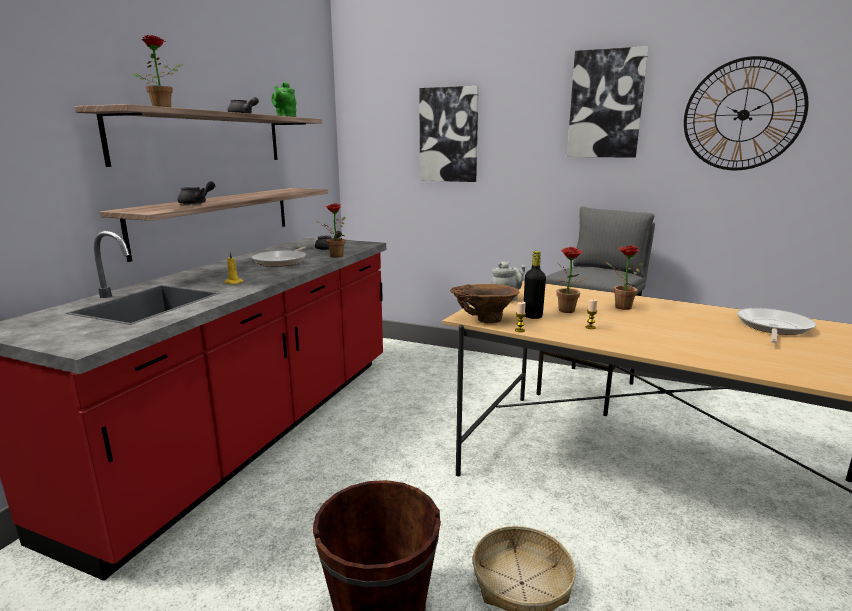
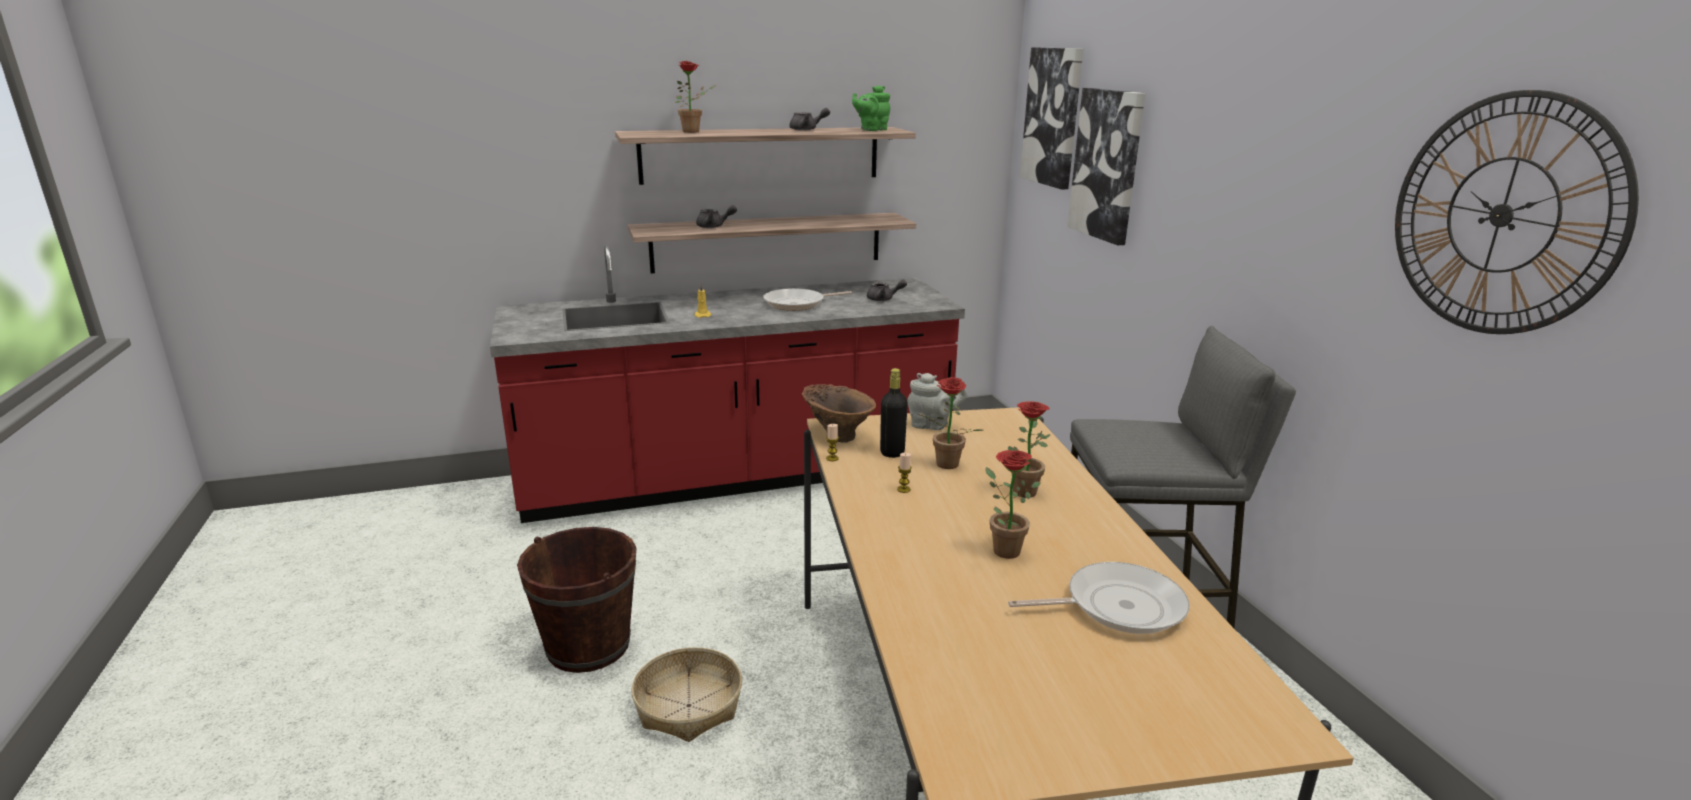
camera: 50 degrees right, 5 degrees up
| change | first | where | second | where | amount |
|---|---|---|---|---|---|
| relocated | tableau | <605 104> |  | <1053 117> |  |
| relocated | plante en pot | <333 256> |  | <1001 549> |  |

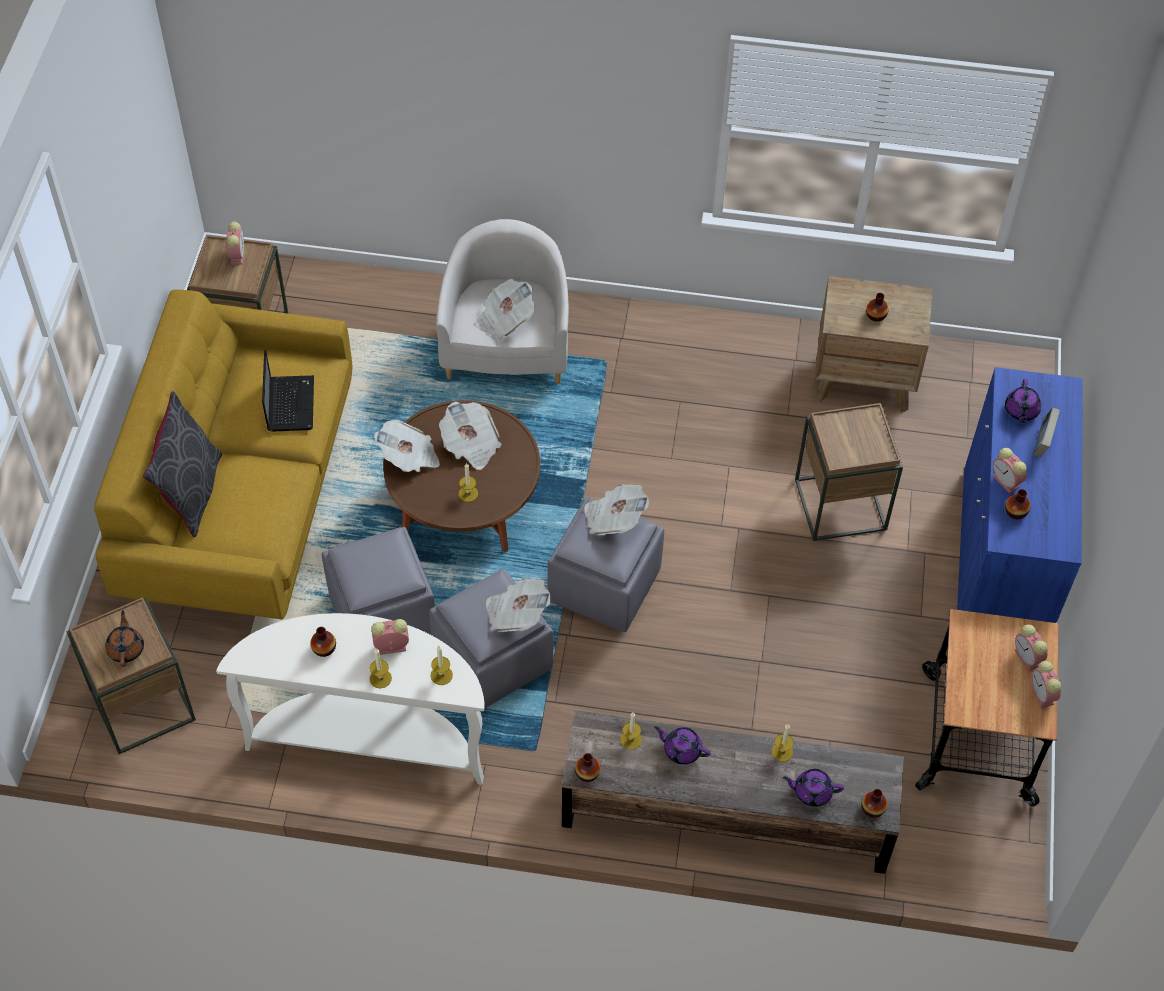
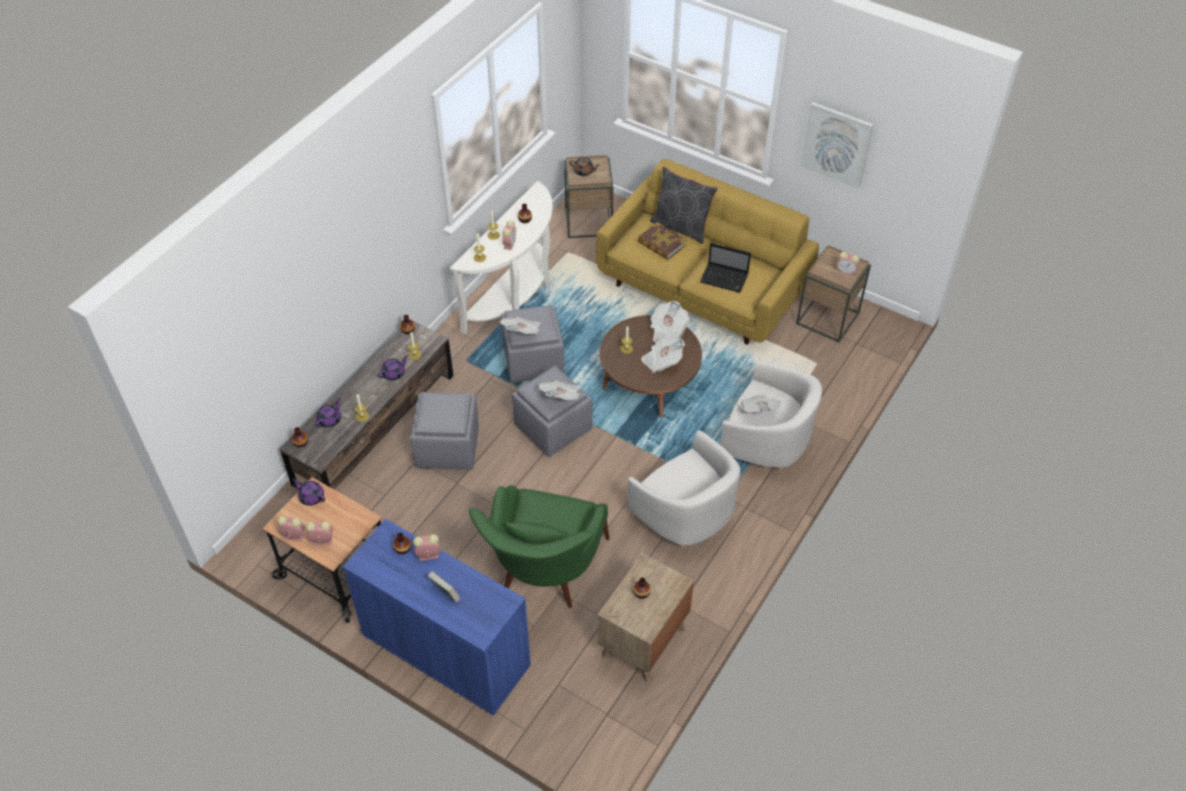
camera: 115 degrees right, 5 degrees down
| change | first | where | second | where | amount |
|---|---|---|---|---|---|
| relocated | théière (violet) | <1021 411> |  | <311 497> |  |
| exchanged | table d'appoint (marron) | <840 505> | fauteuil (vert) | <544 576> |  |
| relocated | pouf (gris) | <382 615> |  | <447 447> |  |
| appeared |  |  | tableau | <836 144> |  |
| appeared |  |  | livre | <661 244> |  |
| appeared |  |  | fauteuil (blanc) | <685 515> |  |

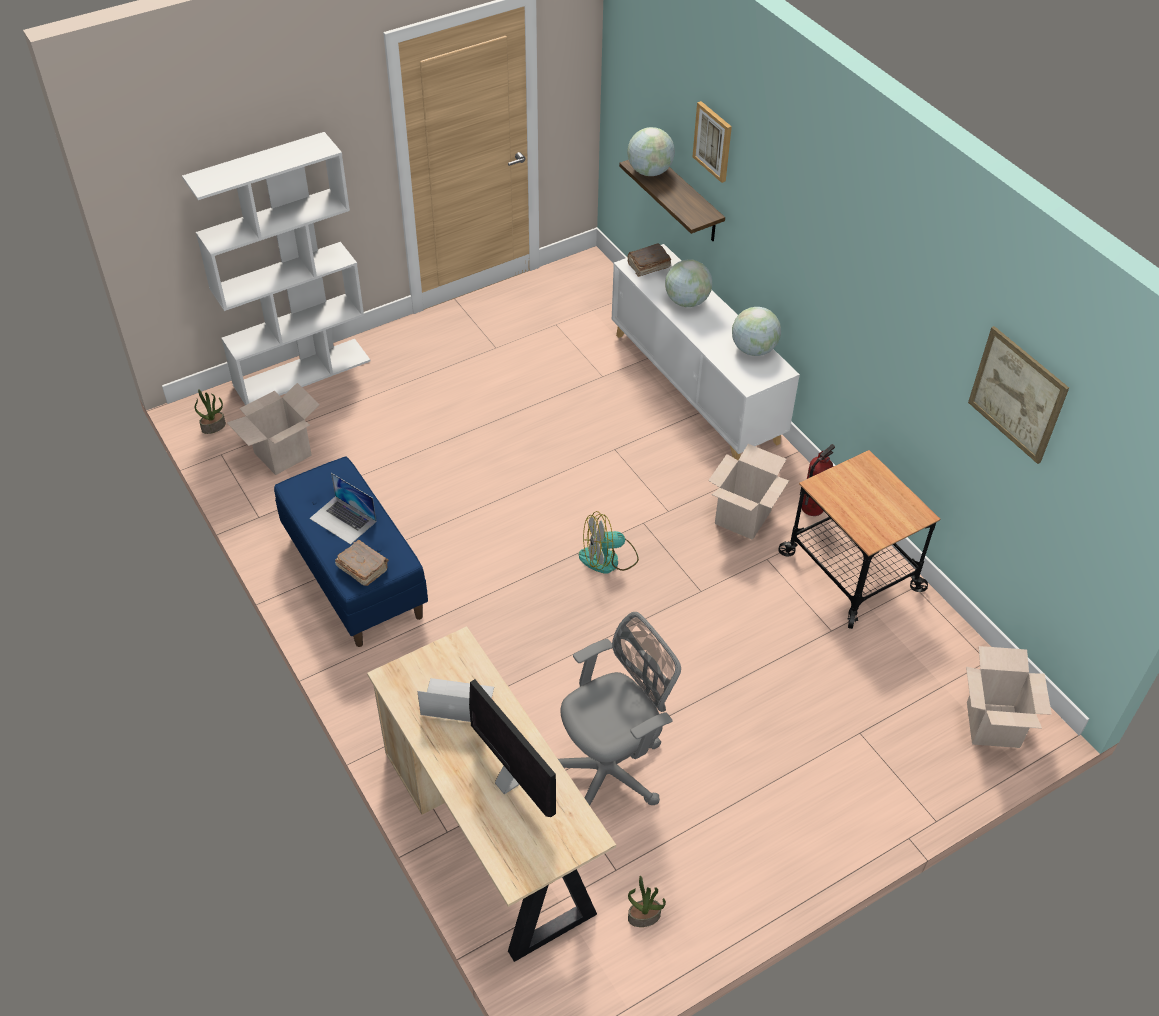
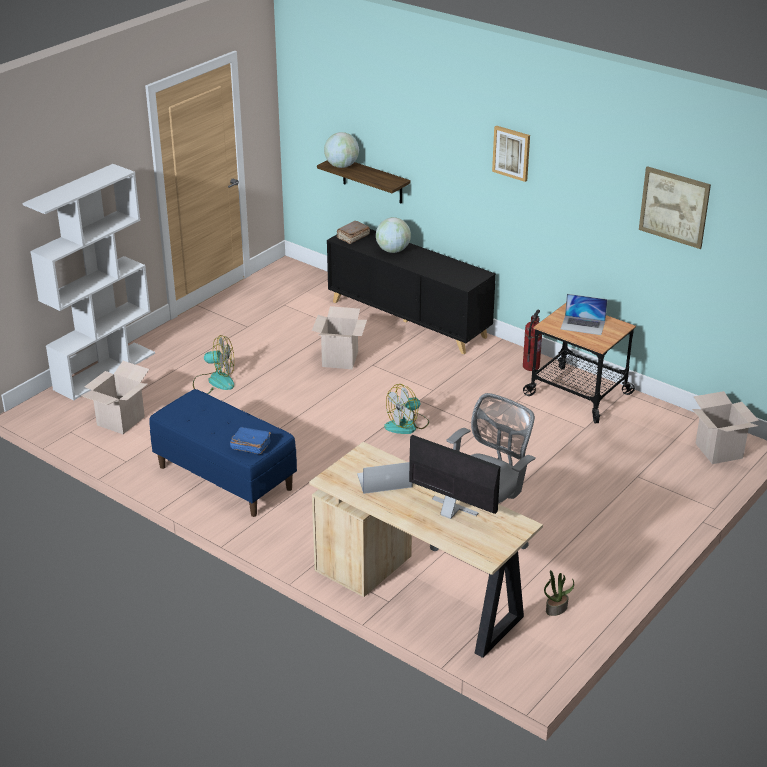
camera: 20 degrees left, 15 degrees down
| change | first | where | second | where | amount |
|---|---|---|---|---|---|
| relocated | tableau | <713 141> |  | <511 153> |  |
| colour | meuble de rangement (blanc) | <695 388> | meuble de rangement (noir) | <409 319> |  |
| missing | globe | <753 349> |  |  |  |
| missing | plante en pot | <213 426> |  |  |  |
| relocated | carton | <743 517> |  | <340 359> |  |
| relocated | ordinateur portable | <343 520> |  | <583 325> |  |
| colour | livre (marron) | <362 568> | livre (bleu) | <250 446> |  |
| appeared |  |  | ventilateur | <214 382> |  |

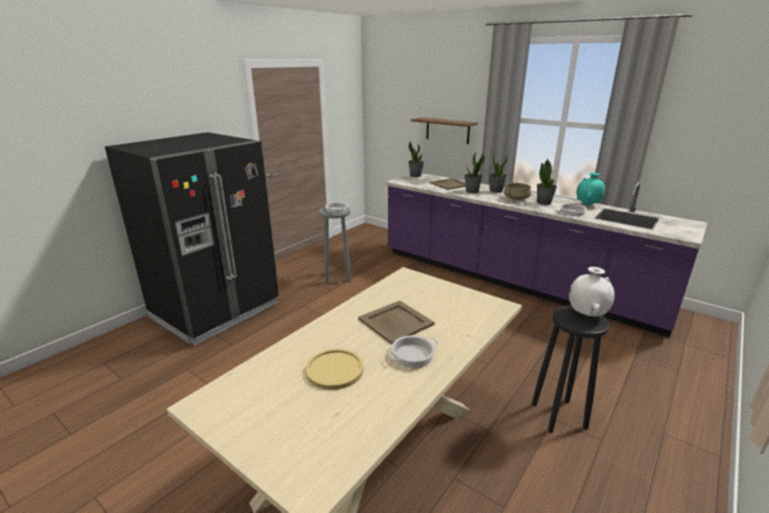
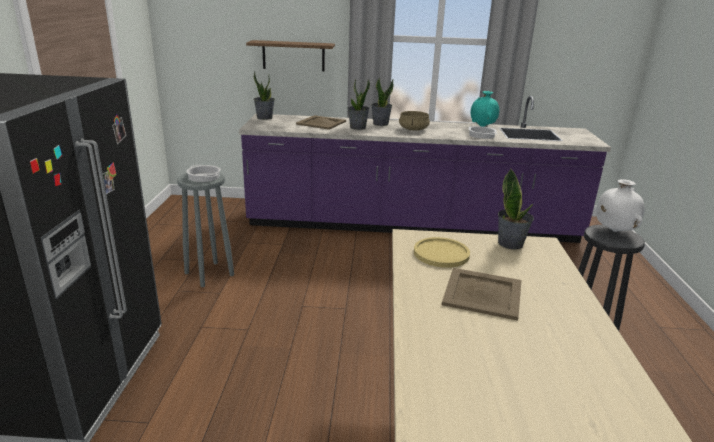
camera: 35 degrees left, 0 degrees up
| change | first | where | second | where | amount |
|---|---|---|---|---|---|
| relocated | plante en pot | <544 202> |  | <511 243> |  |
| missing | marmite | <412 356> |  |  |  |
| relocated | assiette (jaune) | <334 370> |  | <441 253> |  |

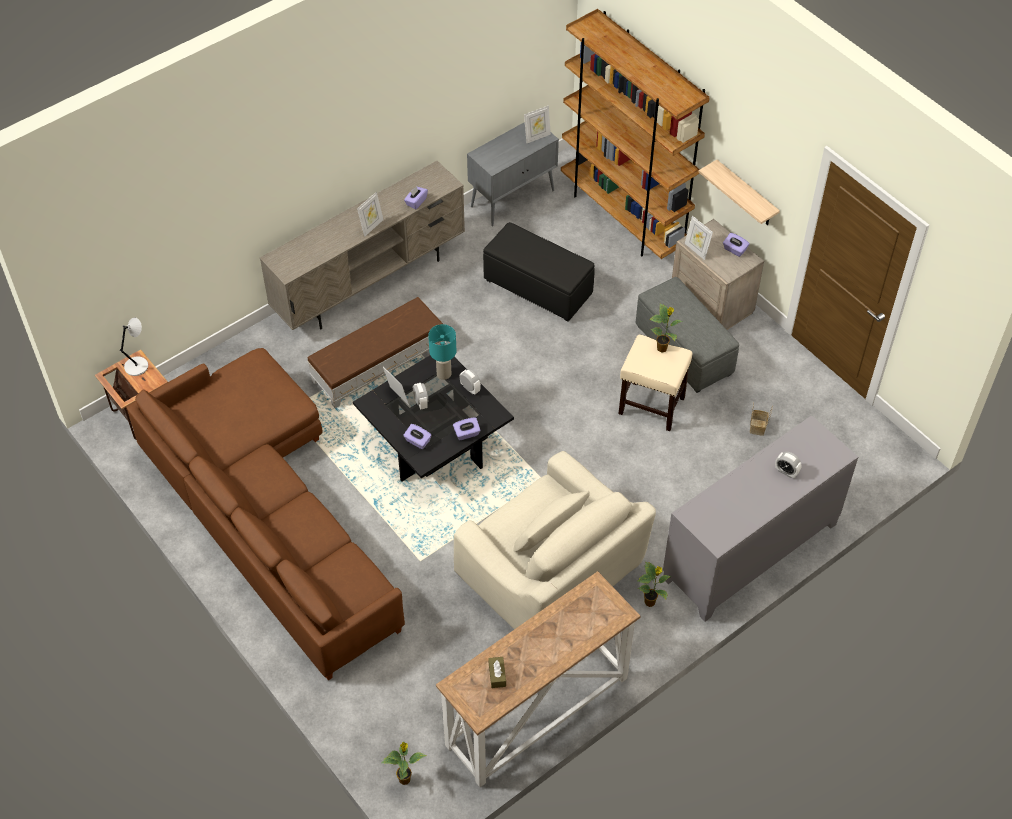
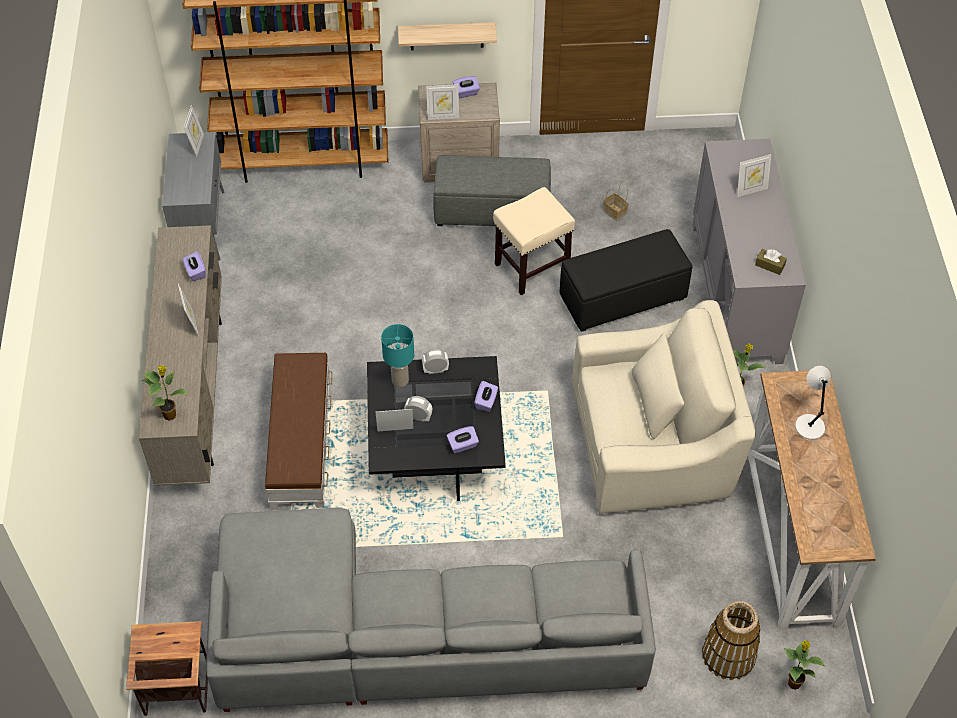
camera: 55 degrees left, 0 degrees up
| change | first | where | second | where | amount |
|---|---|---|---|---|---|
| relocated | pouf (noir) | <538 288> |  | <623 298> |  |
| relocated | plante en pot | <662 348> |  | <170 415> |  |
| relocated | lampe de table (gris) | <137 365> |  | <809 425> |  |
| colour | canapé (marron) | <268 515> | canapé (gris) | <406 637> |  |
| exchanged | réveil | <786 472> | cadre photo | <751 190> |  |
| relocated | boîte à mouchoirs (marron) | <497 675> |  | <770 265> |  |
| appeared |  |  | panier | <728 655> |  |

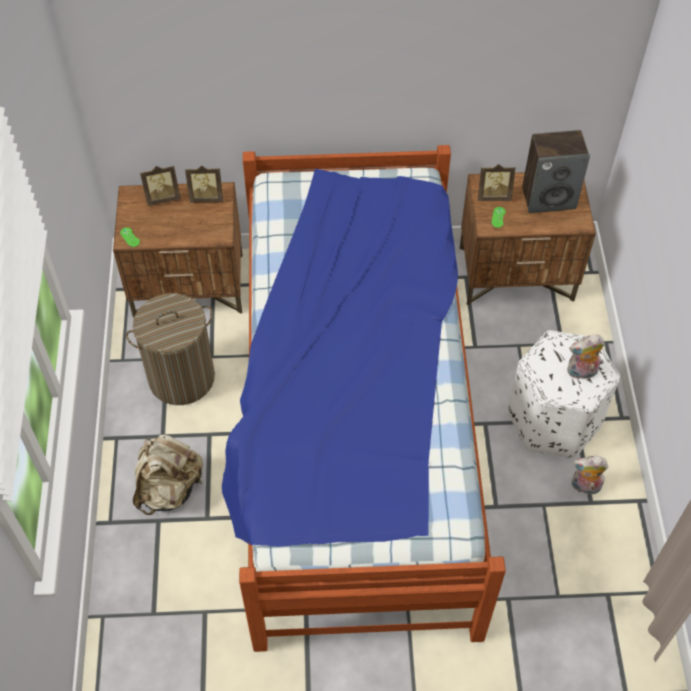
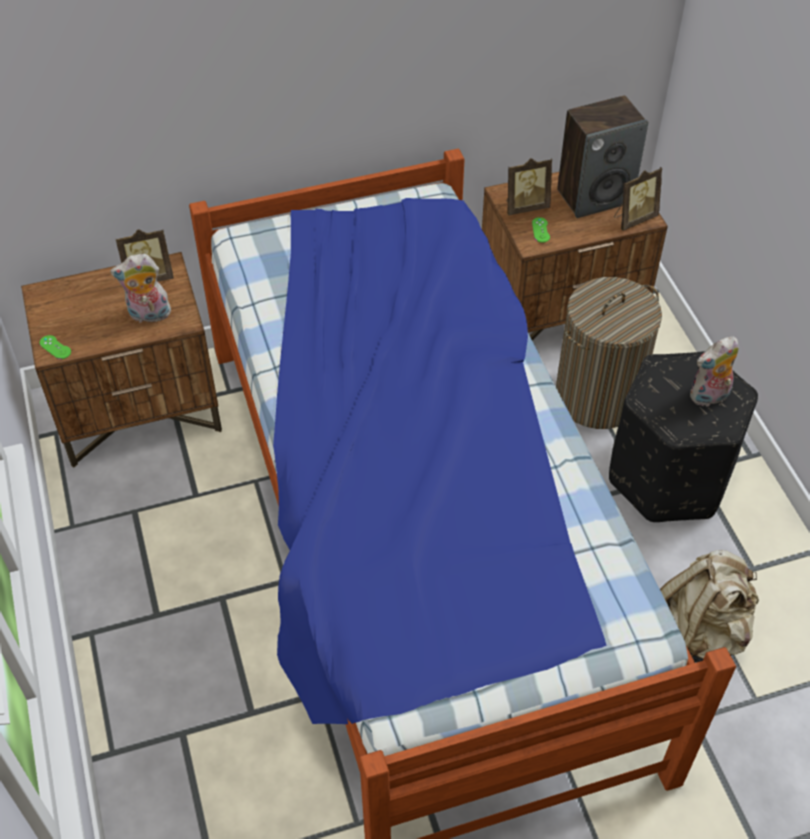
camera: 15 degrees left, 5 degrees down
| change | first | where | second | where | amount |
|---|---|---|---|---|---|
| relocated | cadre photo | <162 198> |  | <633 219> |  |
| relocated | panier à linge | <181 377> |  | <597 396> |  |
| colour | pouf (blanc) | <554 419> | pouf (noir) | <669 476> |  |
| relocated | sac à dos (beige) | <169 489> |  | <702 631> |  |
| relocated | peluche | <584 487> |  | <148 315> |  |

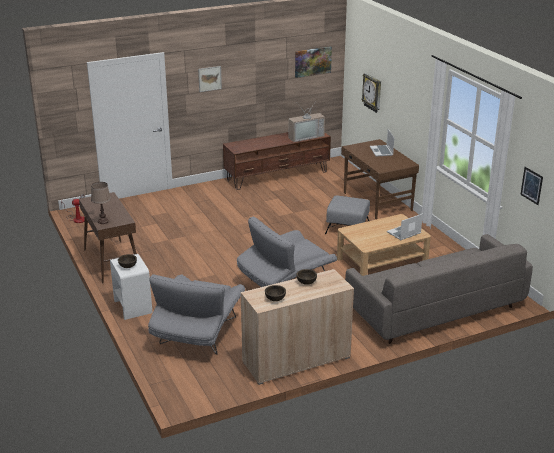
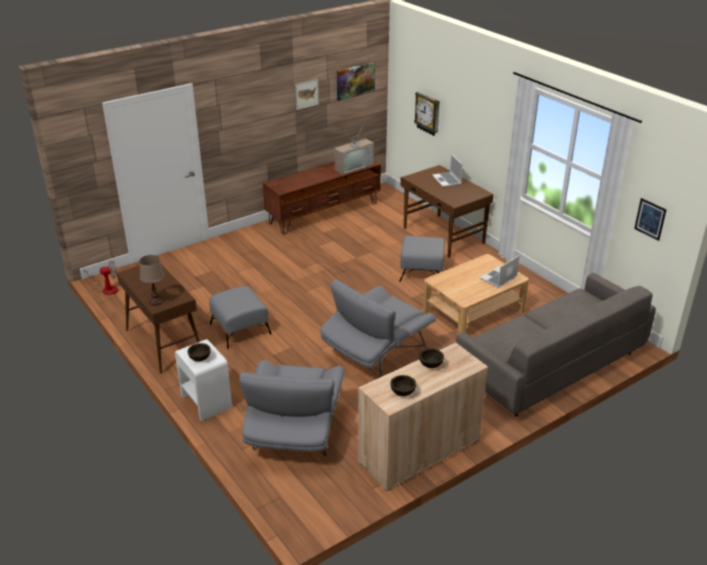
camera: 10 degrees left, 5 degrees up
| change | first | where | second | where | amount |
|---|---|---|---|---|---|
| relocated | tableau | <209 78> |  | <306 94> |  |
| appeared |  |  | pouf (gris) | <240 329> |  |

